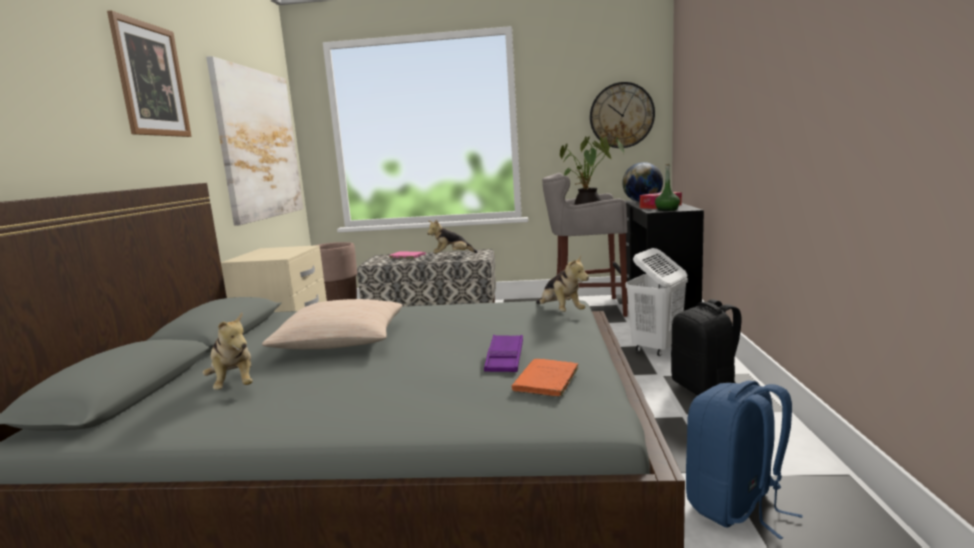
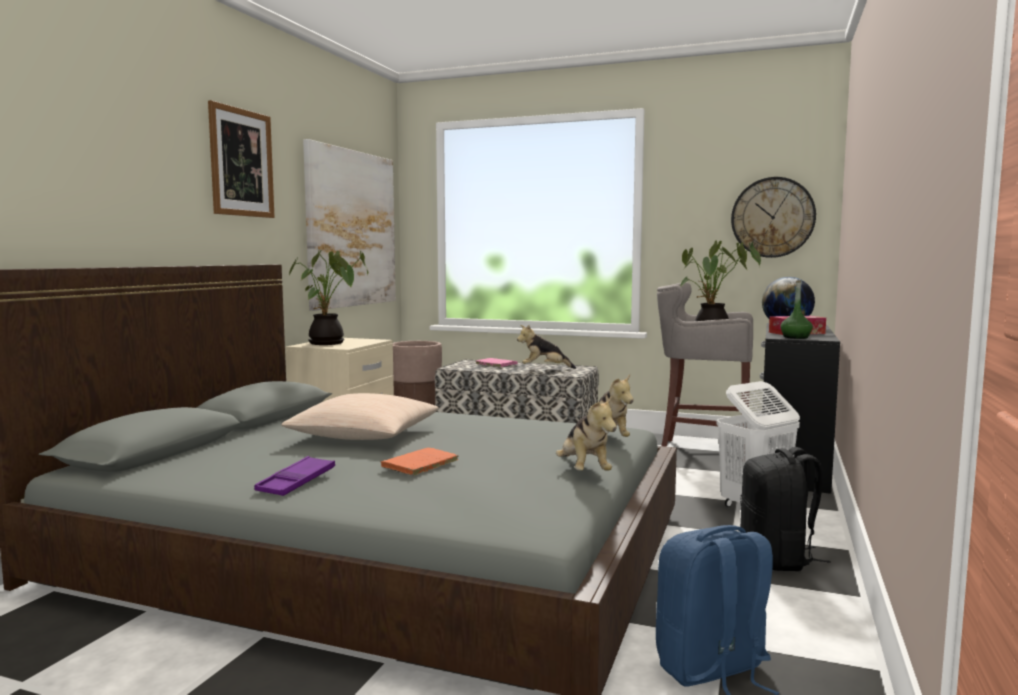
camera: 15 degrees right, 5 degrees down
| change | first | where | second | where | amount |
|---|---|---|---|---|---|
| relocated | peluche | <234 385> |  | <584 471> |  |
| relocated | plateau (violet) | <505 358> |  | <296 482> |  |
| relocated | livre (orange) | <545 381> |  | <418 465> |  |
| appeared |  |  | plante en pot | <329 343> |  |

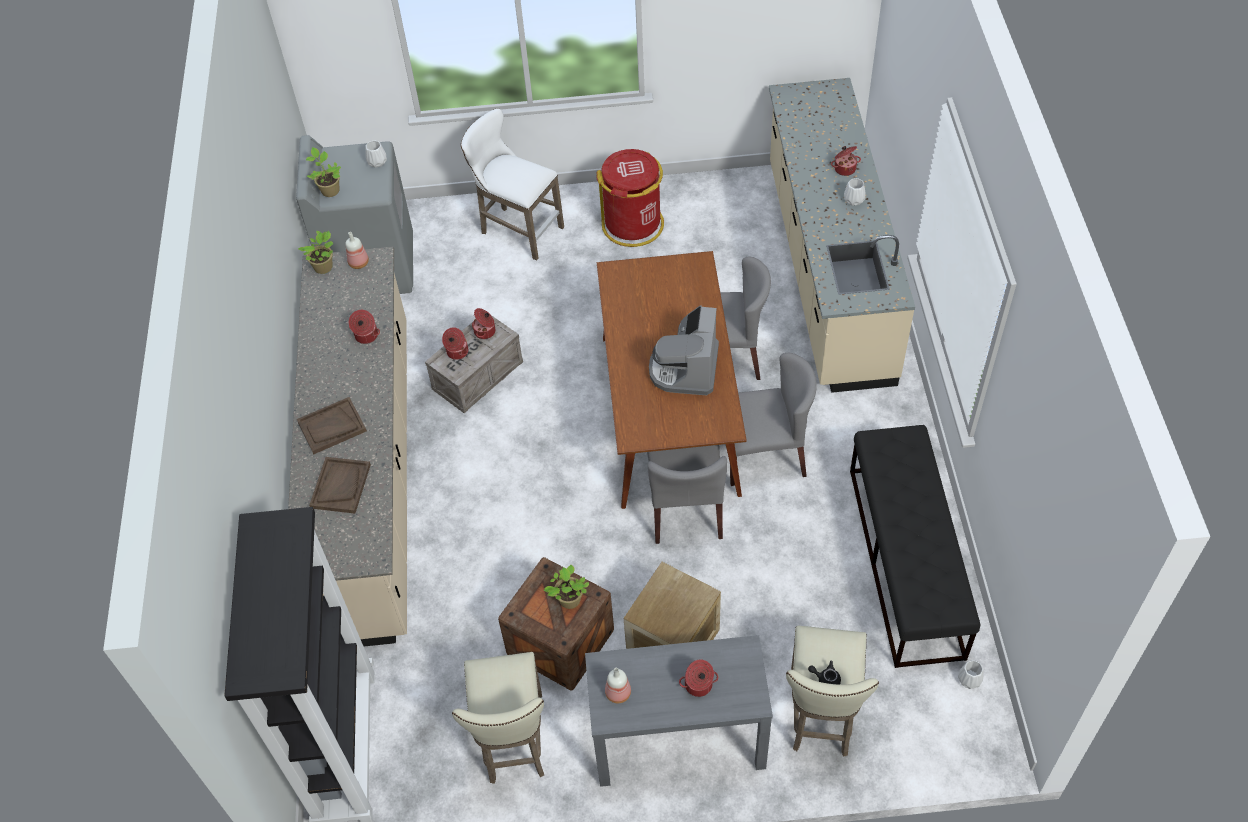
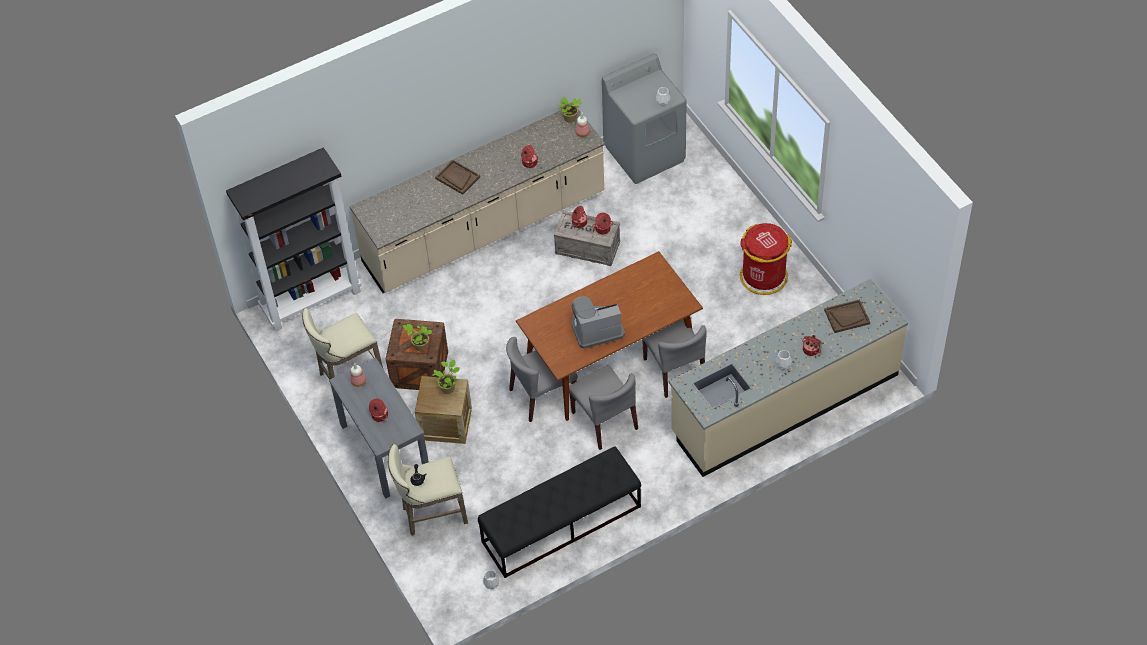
camera: 65 degrees right, 0 degrees up
| change | first | where | second | where | amount |
|---|---|---|---|---|---|
| missing | tabouret (blanc) | <517 230> |  |  |  |
| relocated | plante en pot | <329 190> |  | <448 387> |  |
| relocated | plateau (marron) | <340 486> |  | <847 317> |  |

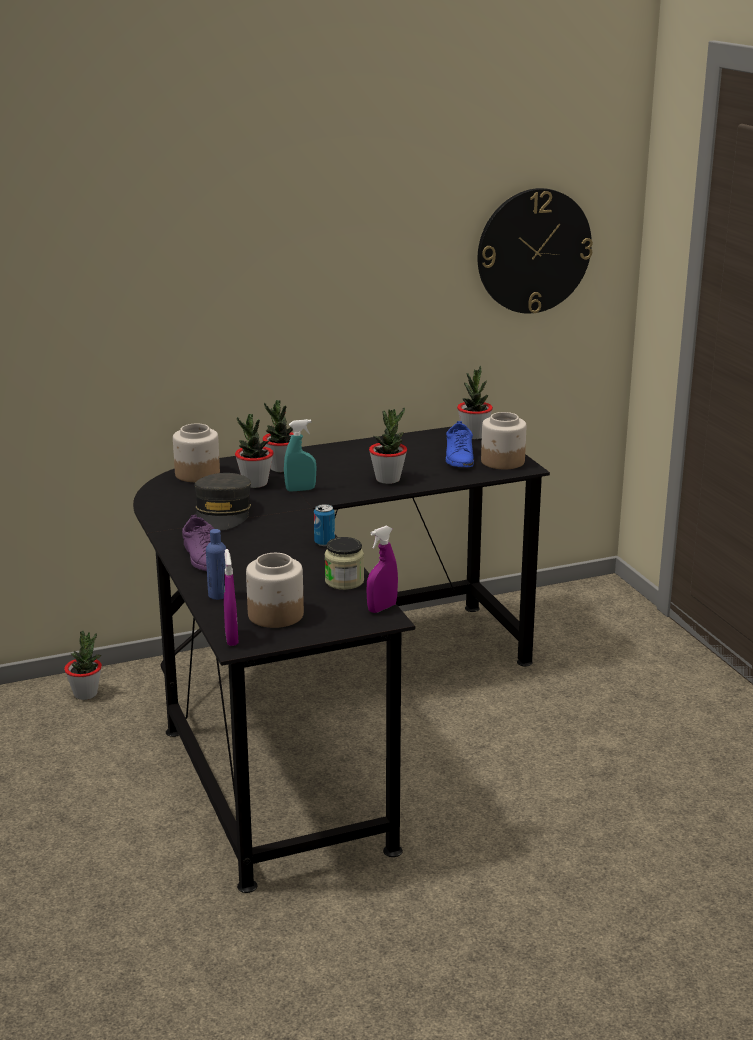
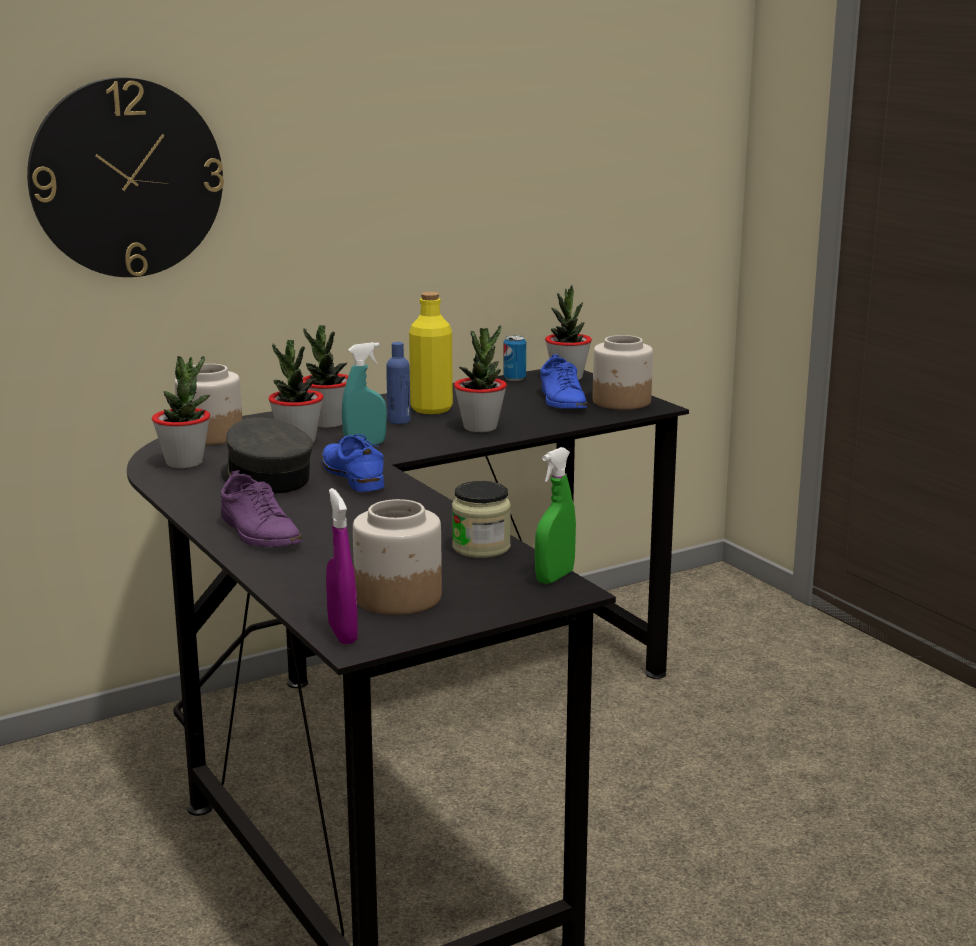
camera: 10 degrees left, 5 degrees down
| change | first | where | second | where | amount |
|---|---|---|---|---|---|
| relocated | horloge murale | <533 251> |  | <126 178> |  |
| spun | casquette (gris) | <223 514> |  | <265 478> | 150 degrees clockwise |
| relocated | boîte métallique | <324 542> |  | <514 378> |  |
| colour | vaporisateur (violet) | <382 608> | vaporisateur (vert) | <554 577> |  |
| relocated | bouteille (bleu) | <218 595> |  | <399 421> |  |
| relocated | plante en pot | <86 694> |  | <184 463> |  |
| appeared |  |  | bouteille (jaune) | <431 409> |  |
| appeared |  |  | chaussure (bleu) | <353 476> |  |

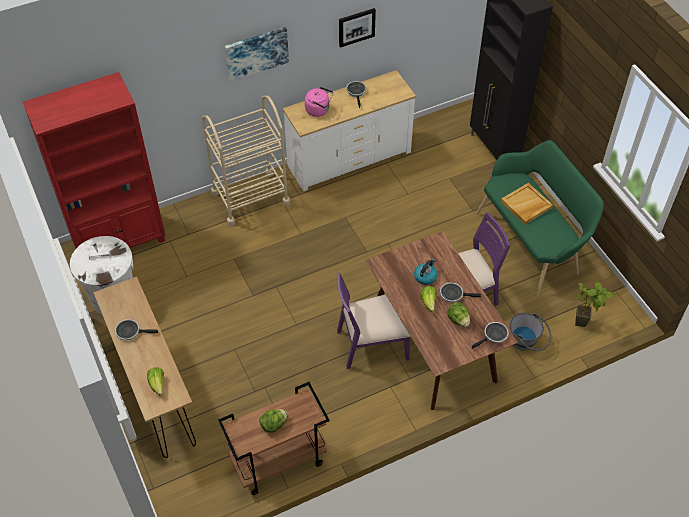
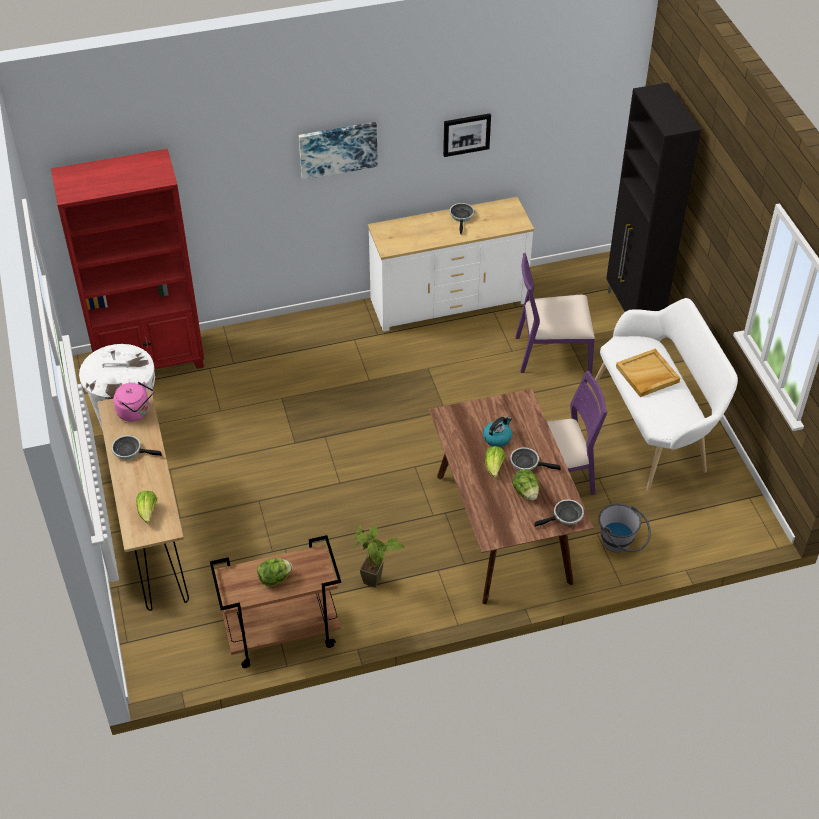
camera: 10 degrees right, 5 degrees down
| change | first | where | second | where | amount |
|---|---|---|---|---|---|
| relocated | bouilloire (rose) | <319 110> |  | <136 412> |  |
| missing | chariot (beige) | <250 198> |  |  |  |
| colour | banc (vert) | <532 243> | banc (blanc) | <655 428> |  |
| relocated | chaise (violet) | <371 344> |  | <552 353> |  |
| relocated | plante en pot | <585 324> |  | <377 585> |  |

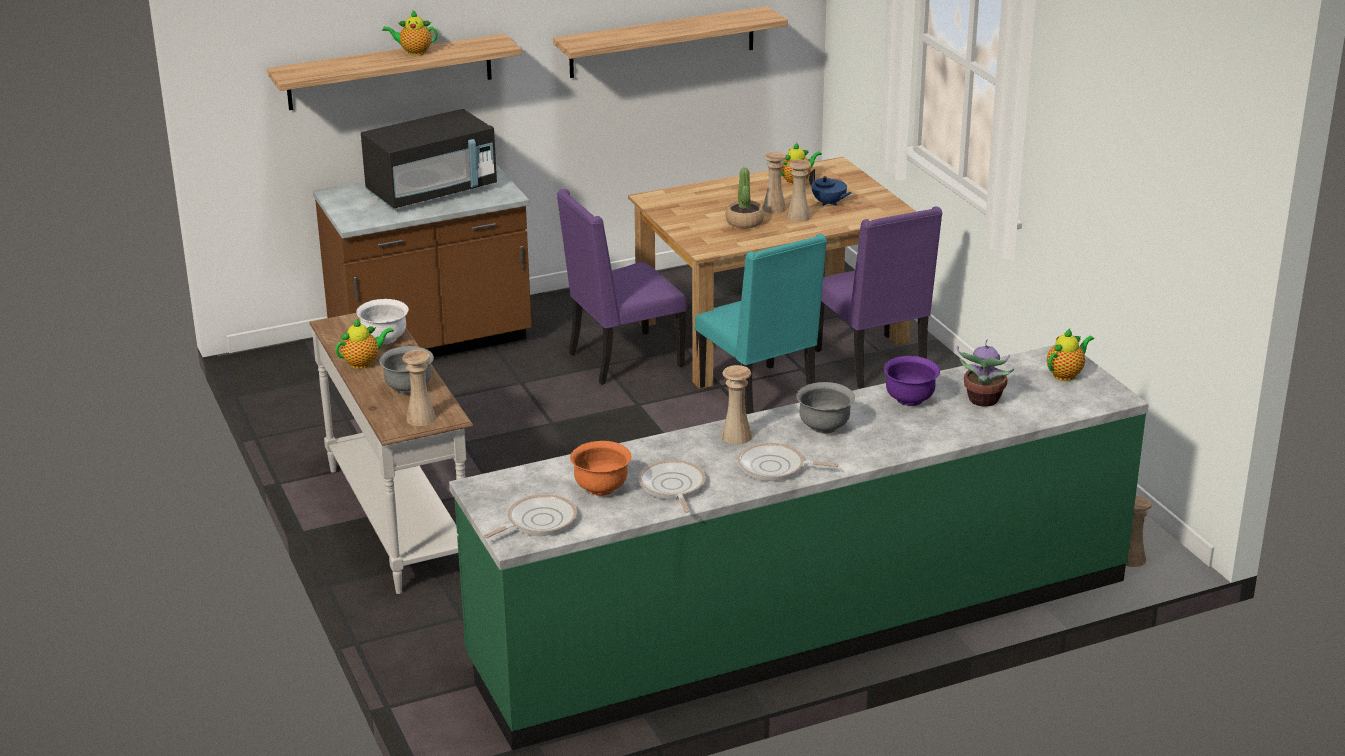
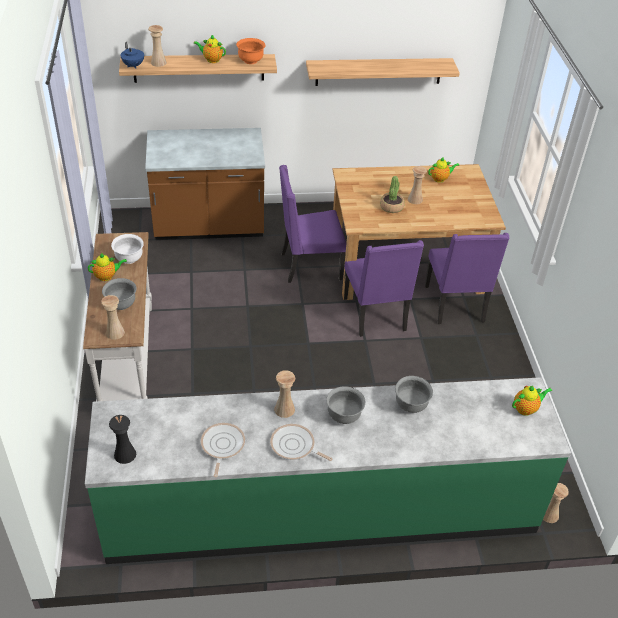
camera: 15 degrees right, 15 degrees up
| change | first | where | second | where | amount |
|---|---|---|---|---|---|
| missing | micro-ondes (noir) | <432 191> |  |  |  |
| relocated | vase (beige) | <798 217> |  | <158 62> |  |
| relocated | théière (bleu) | <828 203> |  | <133 66> |  |
| colour | chaise (turquoise) | <760 396> | chaise (violet) | <376 315> |  |
| missing | plante en pot | <983 400> |  |  |  |
| colour | bol (violet) | <909 400> | bol (gris) | <411 405> |  |
| relocated | bol (orange) | <601 488> |  | <251 61> |  |
| exchanged | poêle | <538 521> | vase (noir) | <125 454> |  |

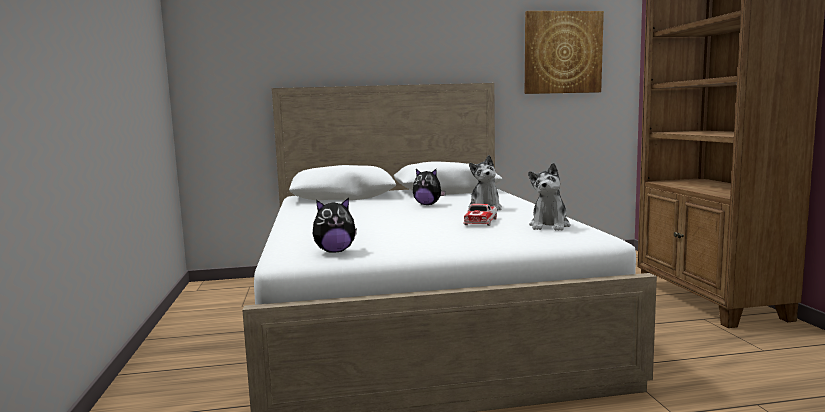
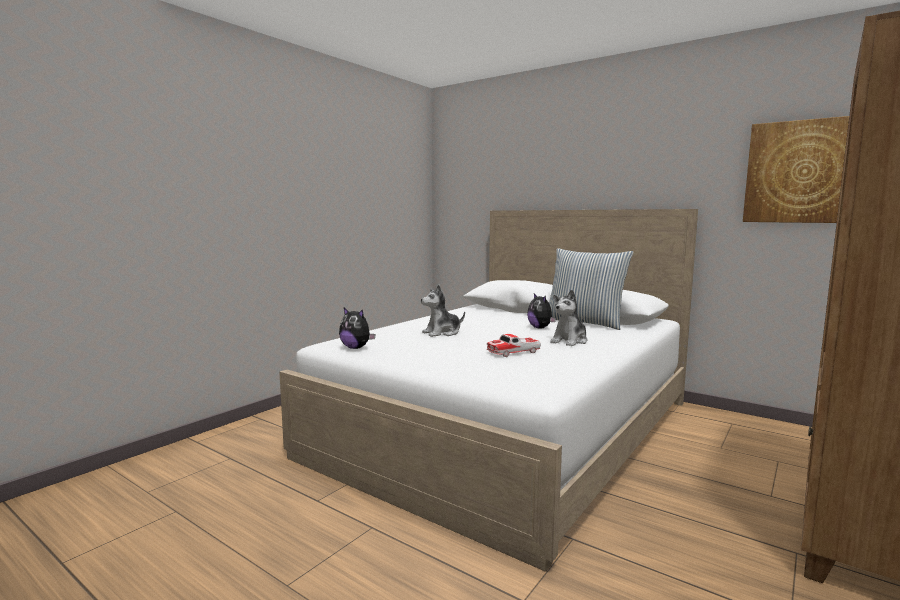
camera: 45 degrees right, 0 degrees up
| change | first | where | second | where | amount |
|---|---|---|---|---|---|
| relocated | peluche | <549 226> |  | <442 333> |  |
| appeared |  |  | coussin | <584 322> |  |

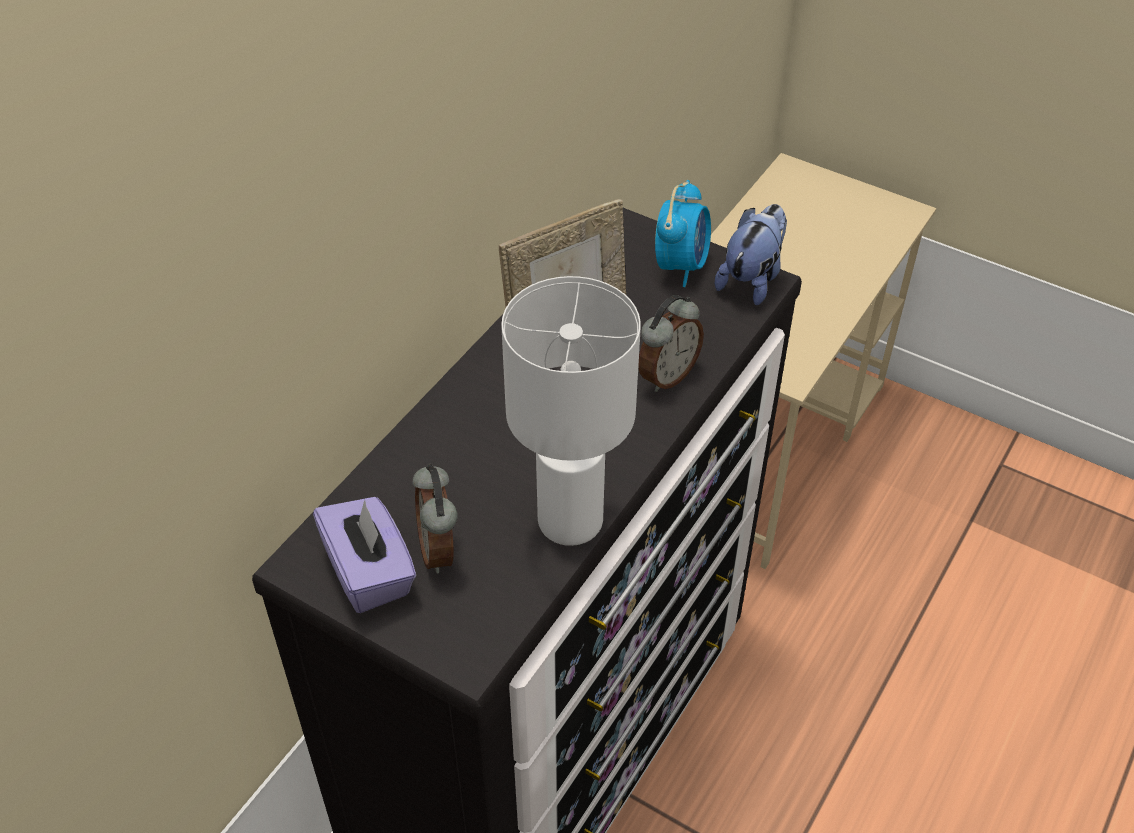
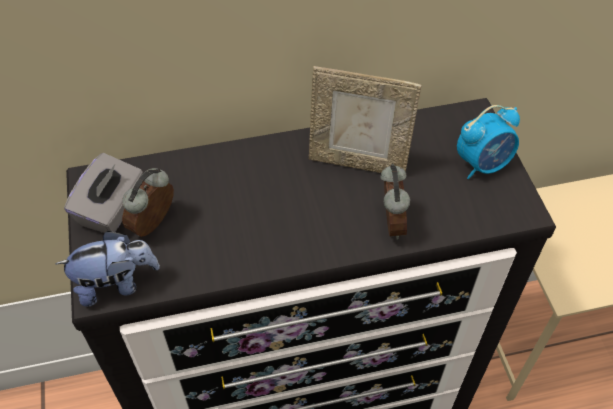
camera: 45 degrees right, 5 degrees up
| change | first | where | second | where | amount |
|---|---|---|---|---|---|
| relocated | peluche | <752 279> |  | <116 284> |  |
| missing | lampe de table (blanc) | <568 522> |  |  |  |
| spun | réveil | <666 375> |  | <390 223> | 90 degrees counterclockwise |
| colour | boîte à mouchoirs (violet) | <370 572> | boîte à mouchoirs (gris) | <112 209> |  |

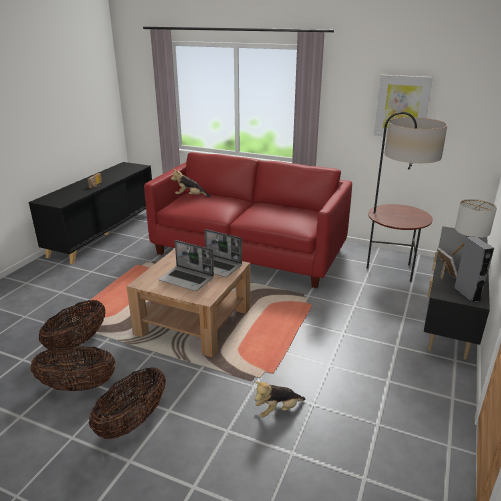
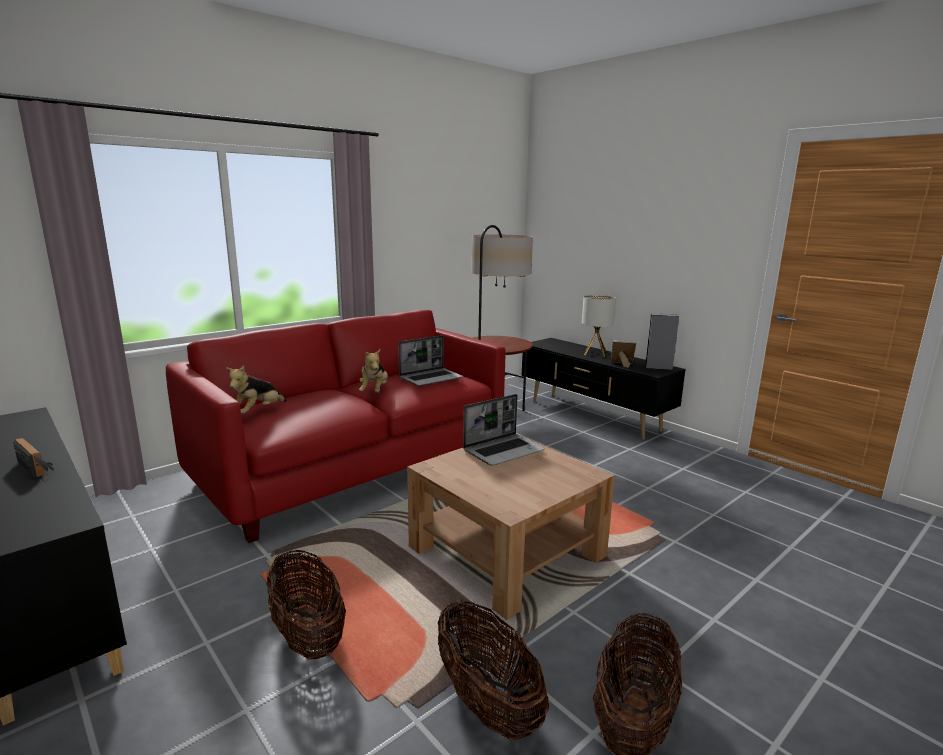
camera: 65 degrees left, 10 degrees down
| change | first | where | second | where | amount |
|---|---|---|---|---|---|
| missing | tableau | <402 107> |  |  |  |
| relocated | ordinateur portable | <187 279> |  | <431 378> |  |
| relocated | panier | <133 421> |  | <308 635> |  |
| relocated | peluche | <278 410> |  | <374 391> |  |

